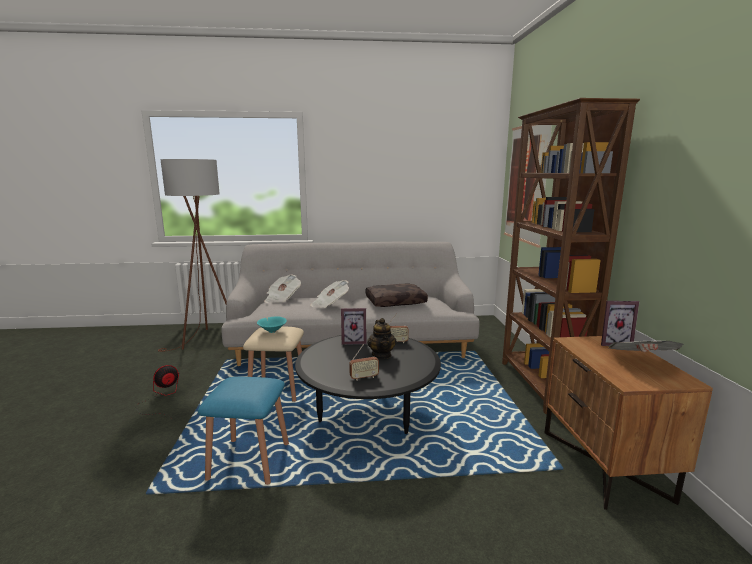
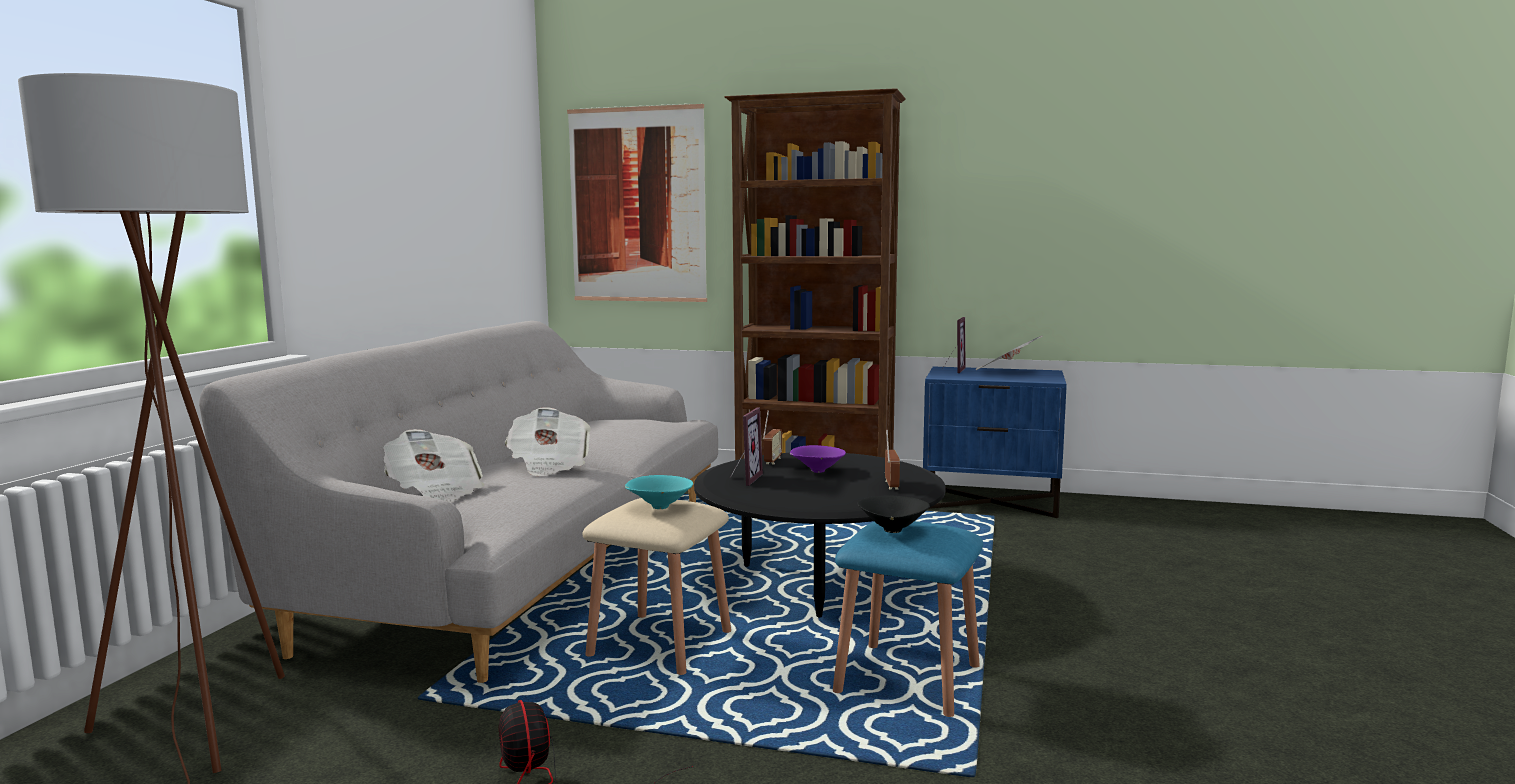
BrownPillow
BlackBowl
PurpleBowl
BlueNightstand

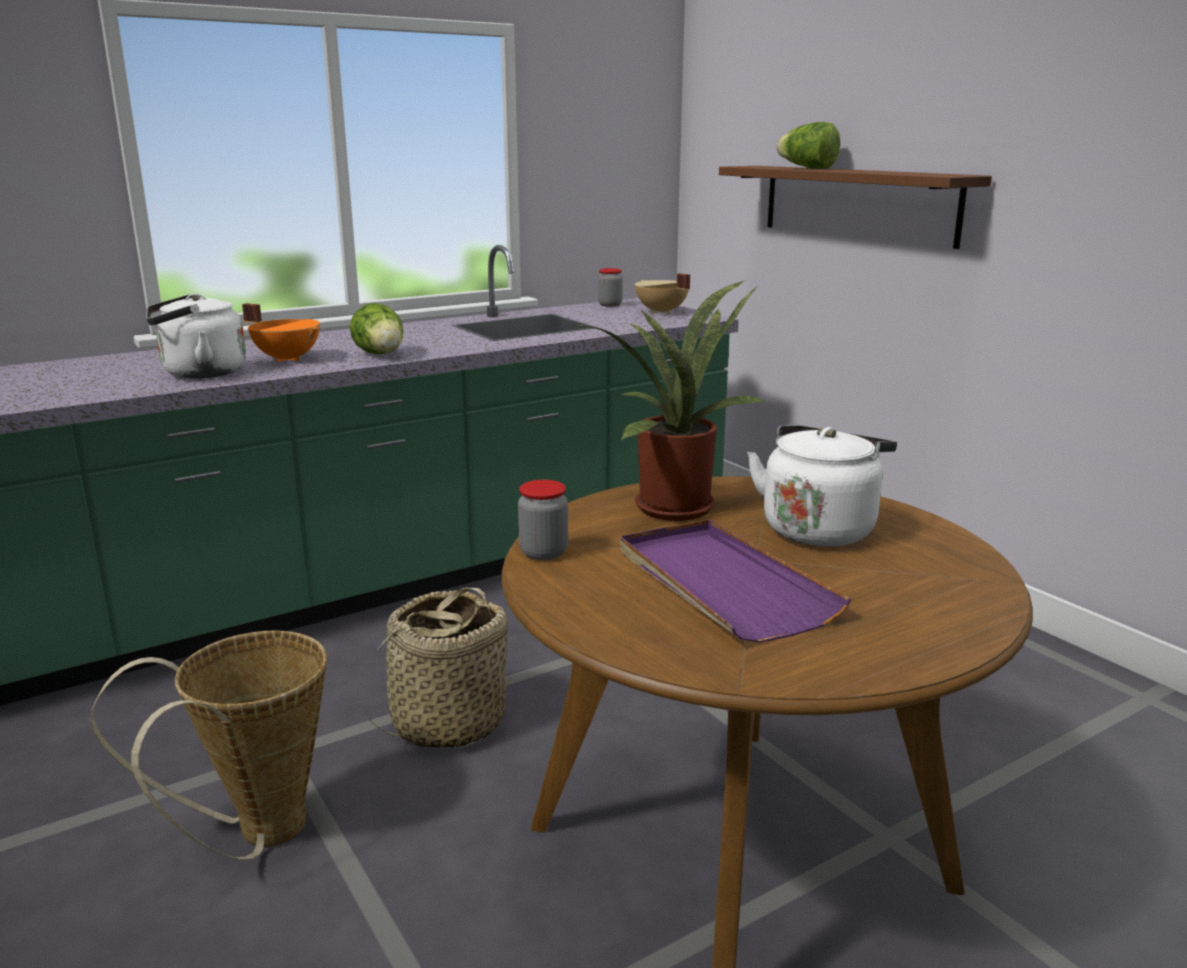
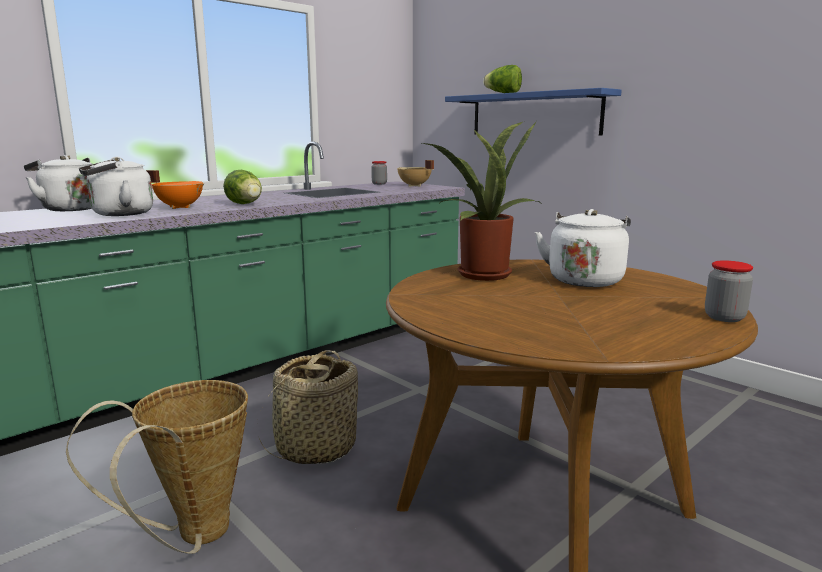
PurpleTray
WhiteKettle (no. 1 from left)
Jar (no. 2 from left)
BlueShelf

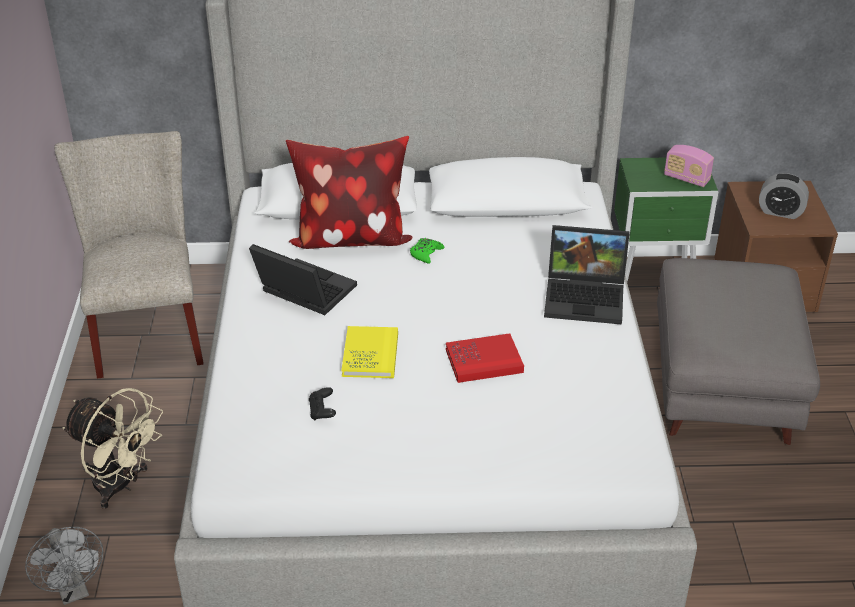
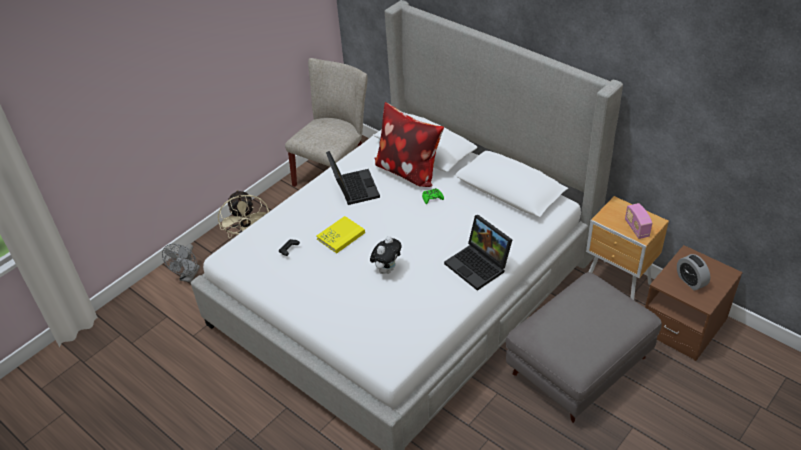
PlushToy
BrownNightstand (no. 1 from left)

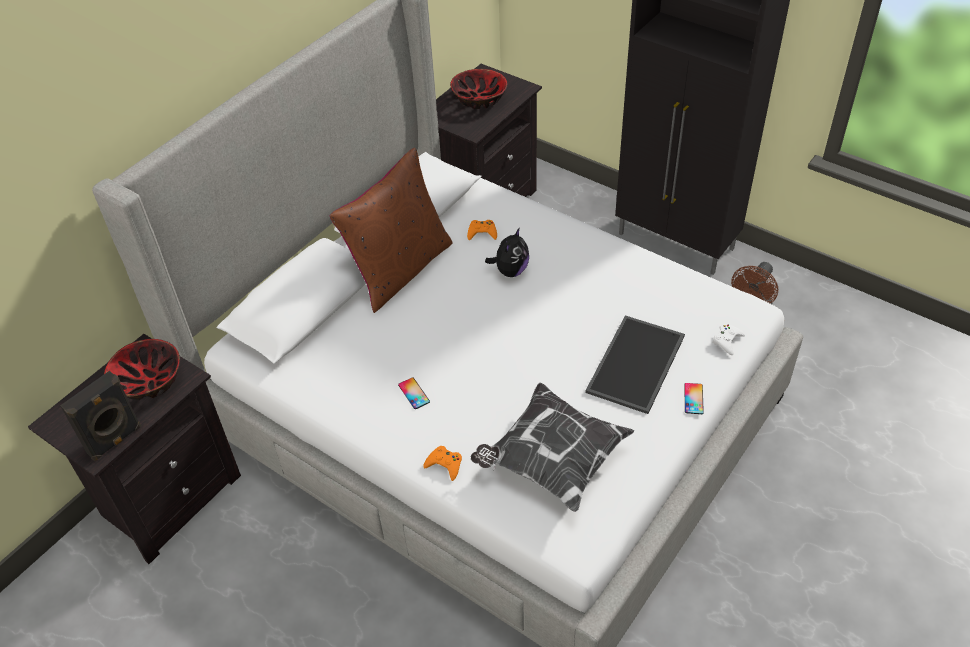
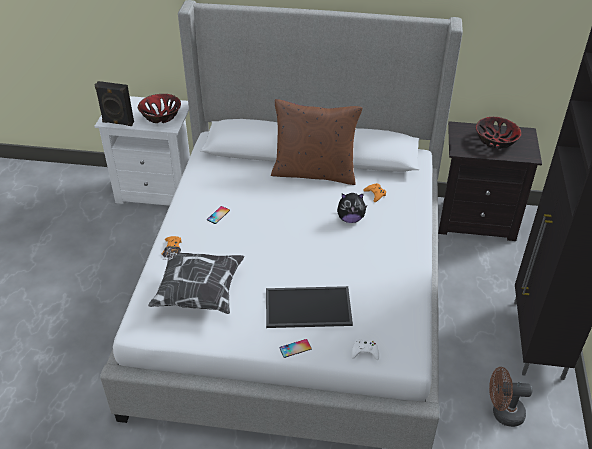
WhiteNightstand

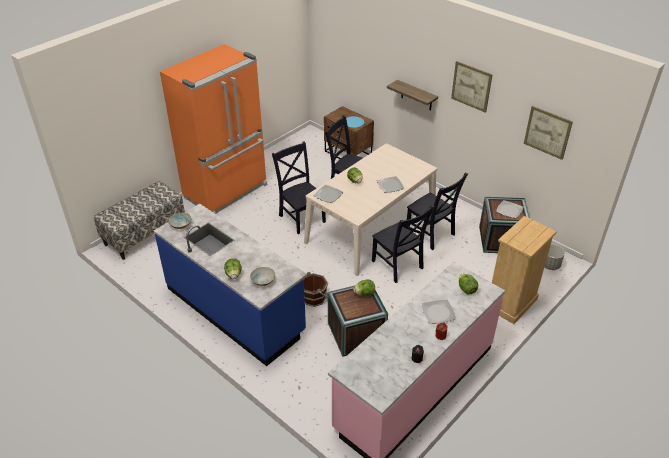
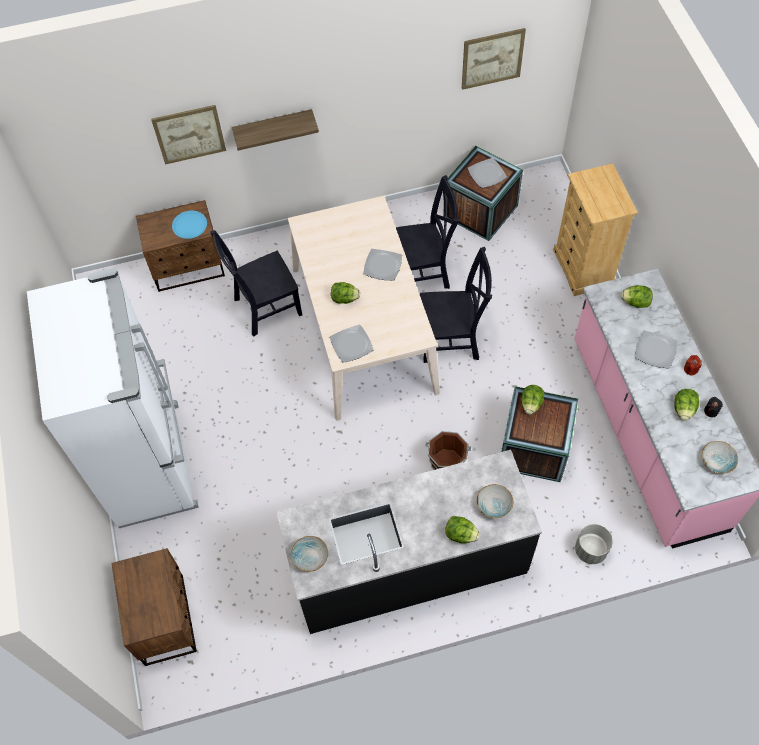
BlackChair (no. 1 from left in the first image)
Lettuce (no. 5 from left)
Bowl (no. 3 from left)
Picture (no. 1 from left)
GreyPlanter
BrownNightstand (no. 1 from left)
BlackCounter
WhiteFridge

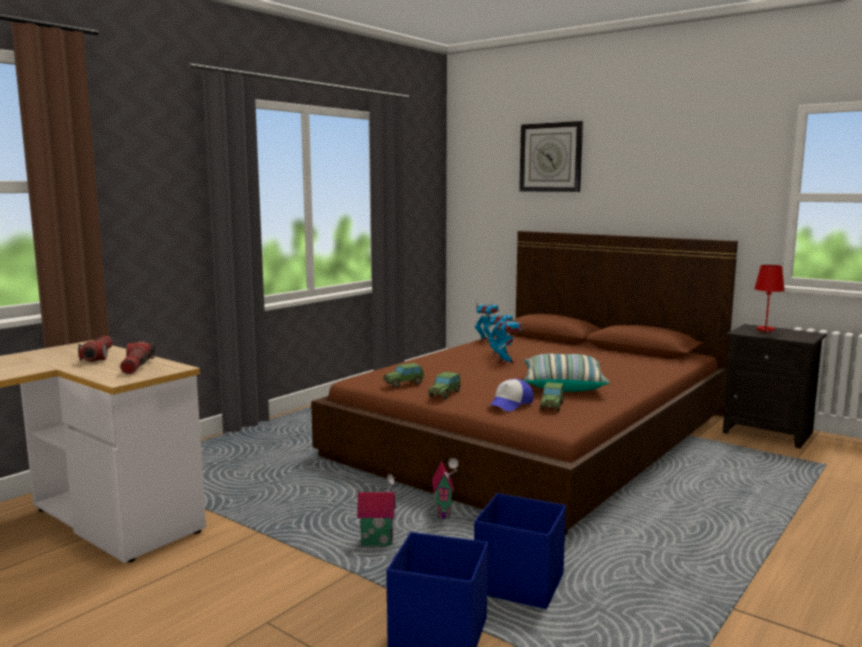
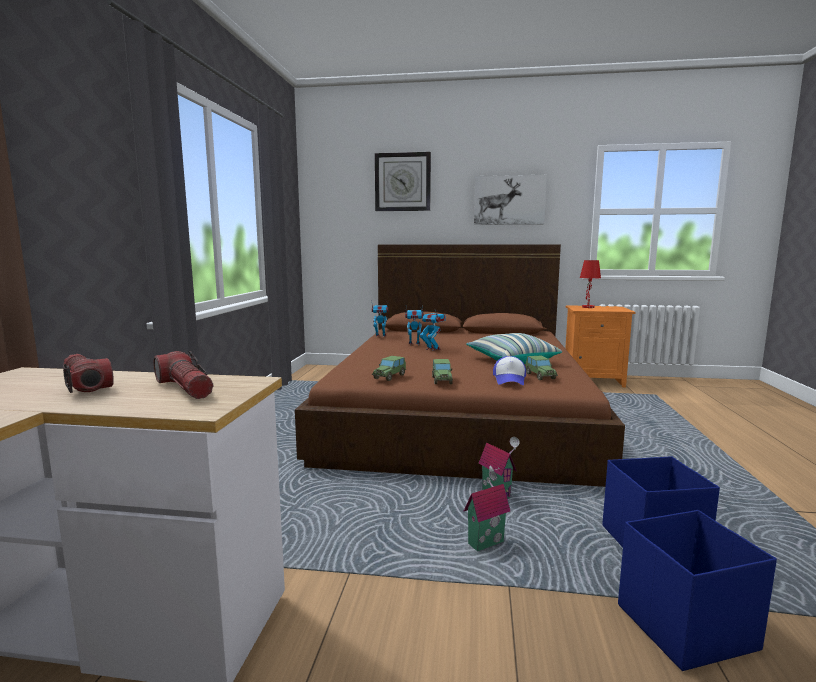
Picture
OrangeNightstand

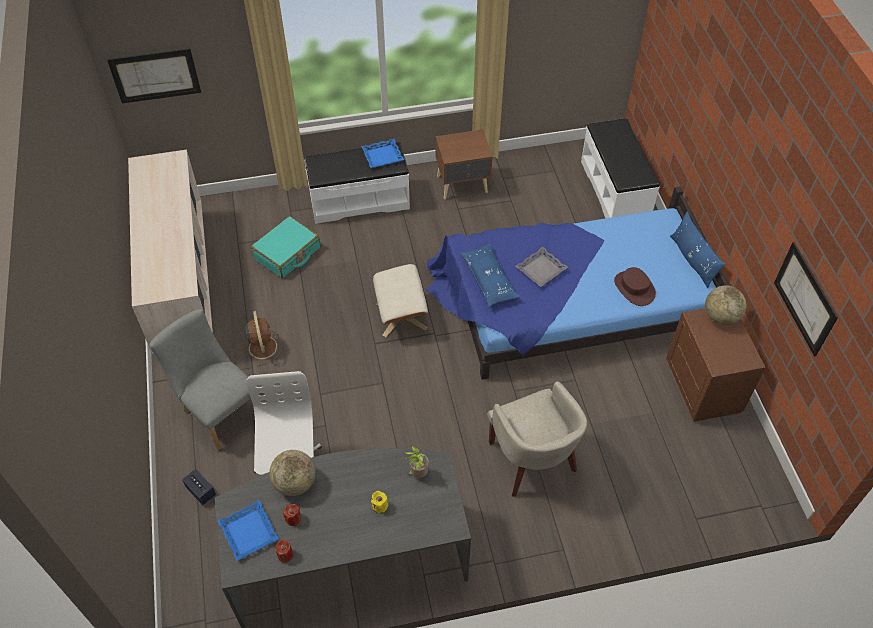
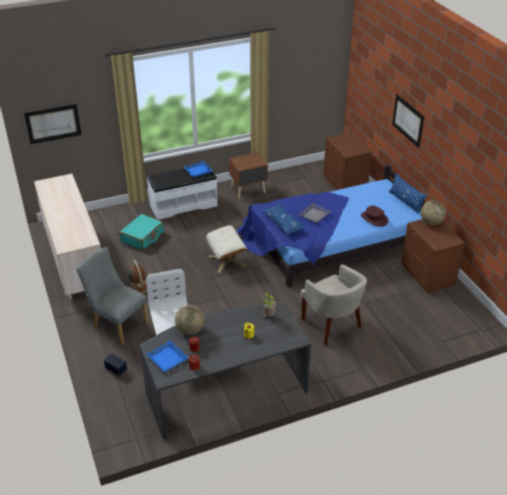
Picture (no. 2 from left)
BrownNightstand (no. 2 from left)

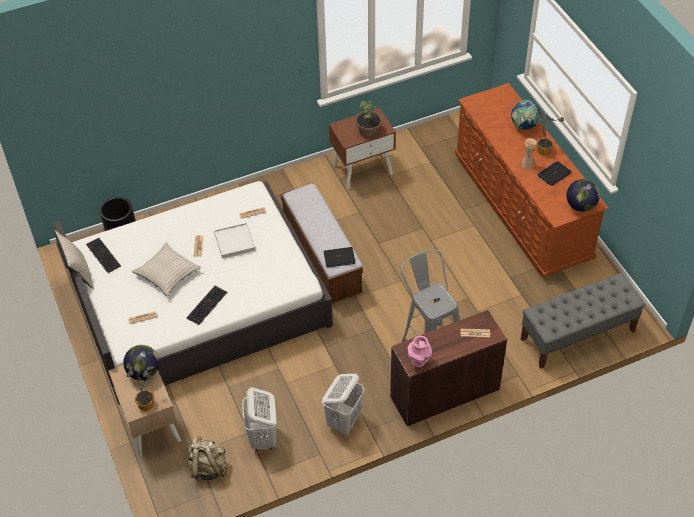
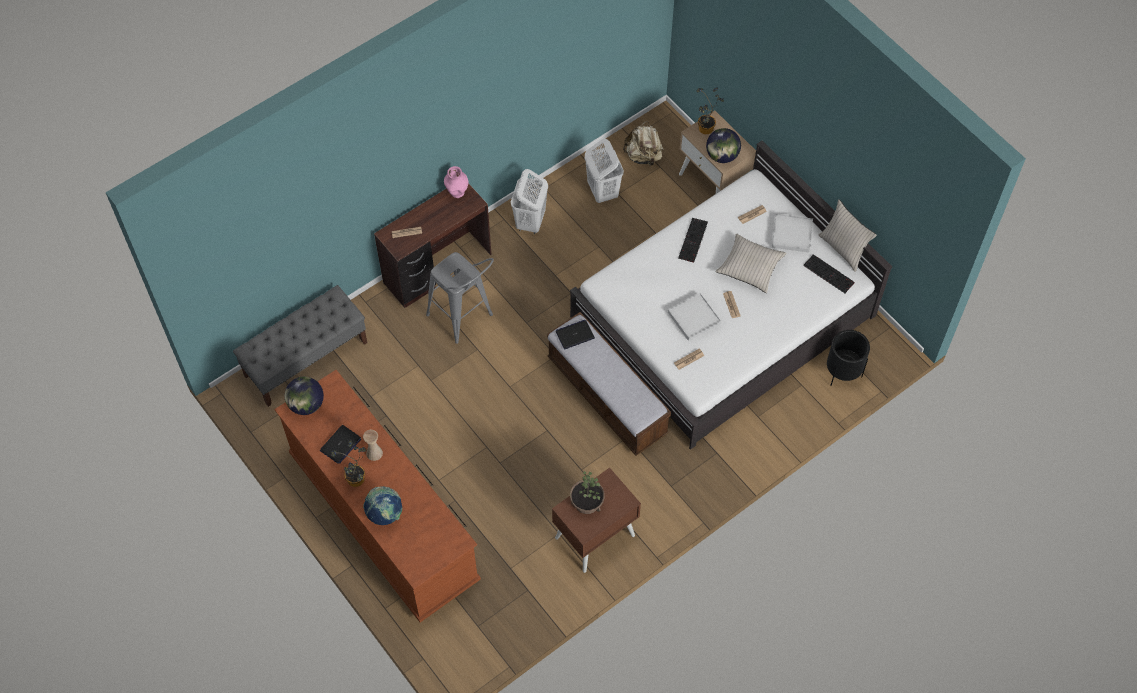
WhiteTray (no. 2 from left)

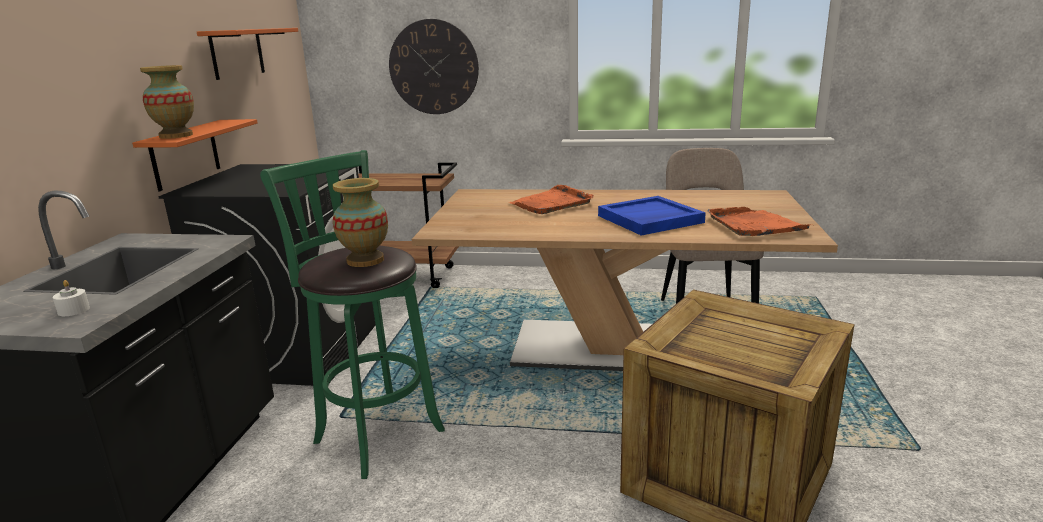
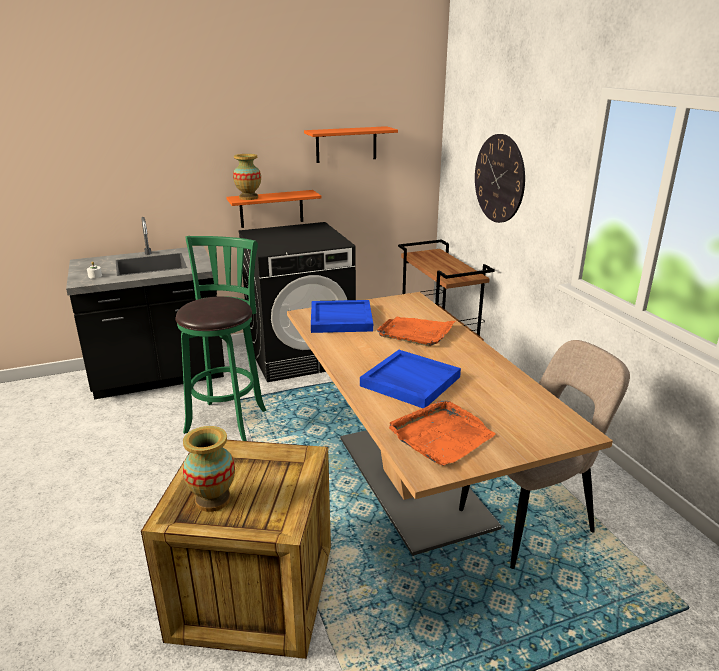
BlueTray (no. 1 from left)
Vase (no. 1 from left)

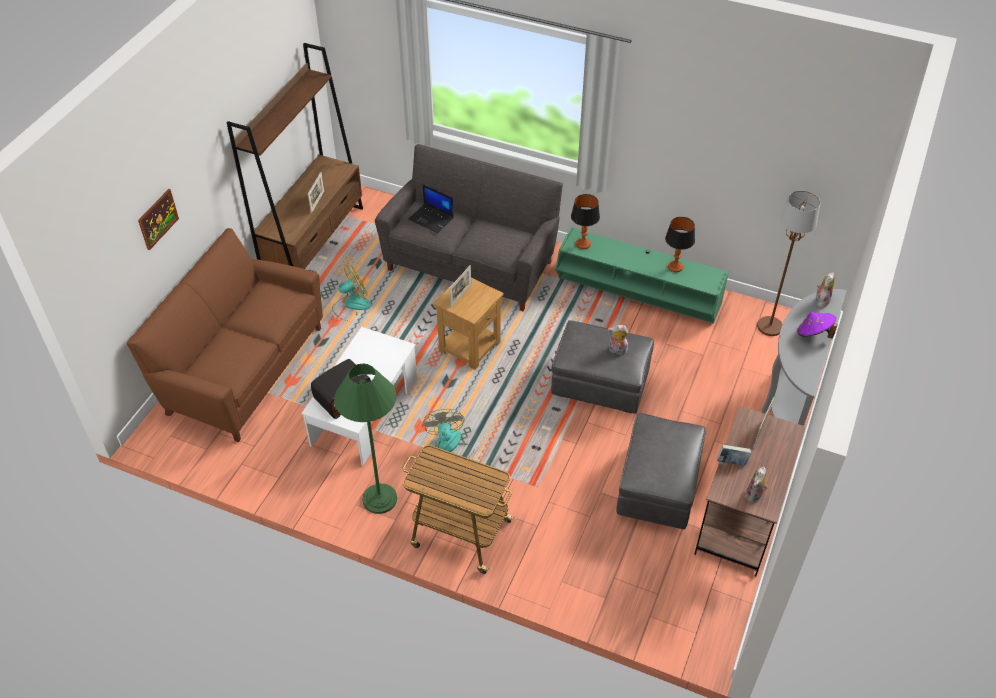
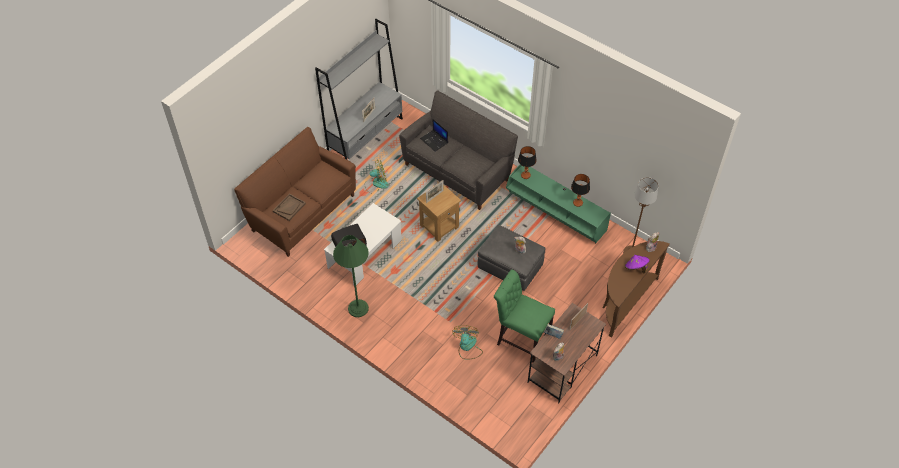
Picture
Cart
BrownTray
Fan (no. 2 from left)
GreenChair
GreyBookcase
BrownConsoleTable

